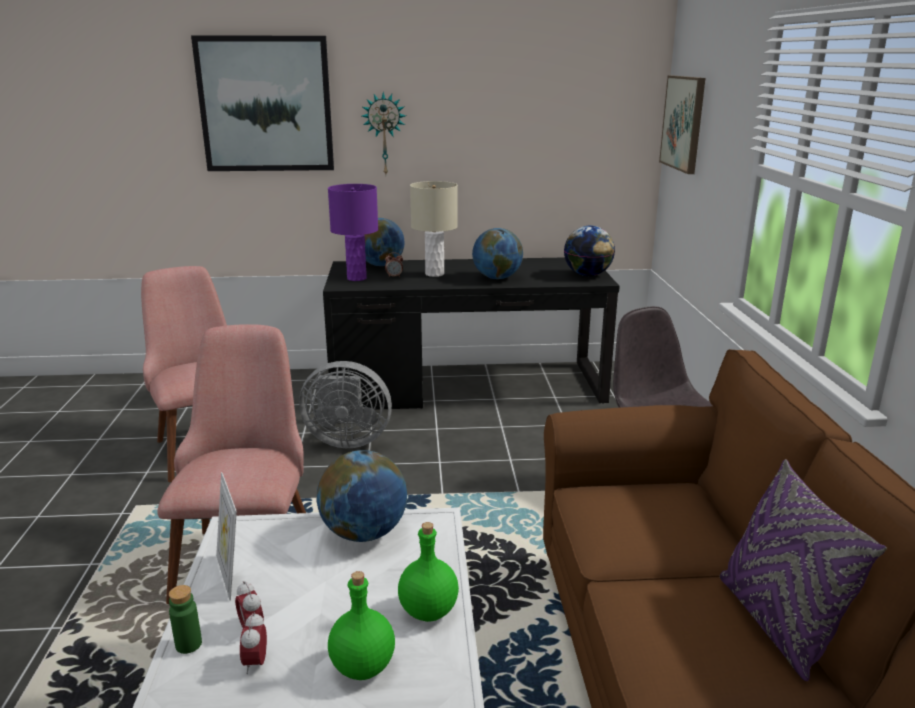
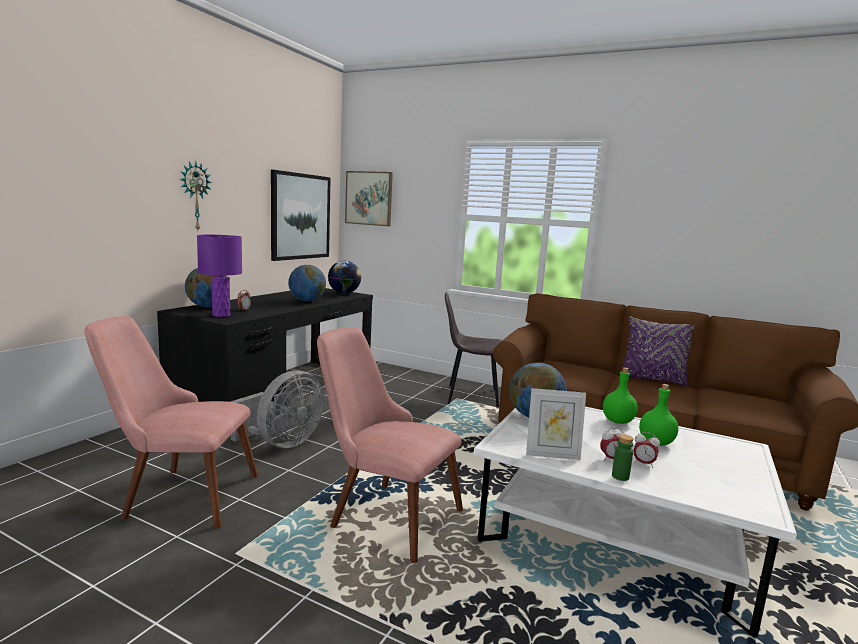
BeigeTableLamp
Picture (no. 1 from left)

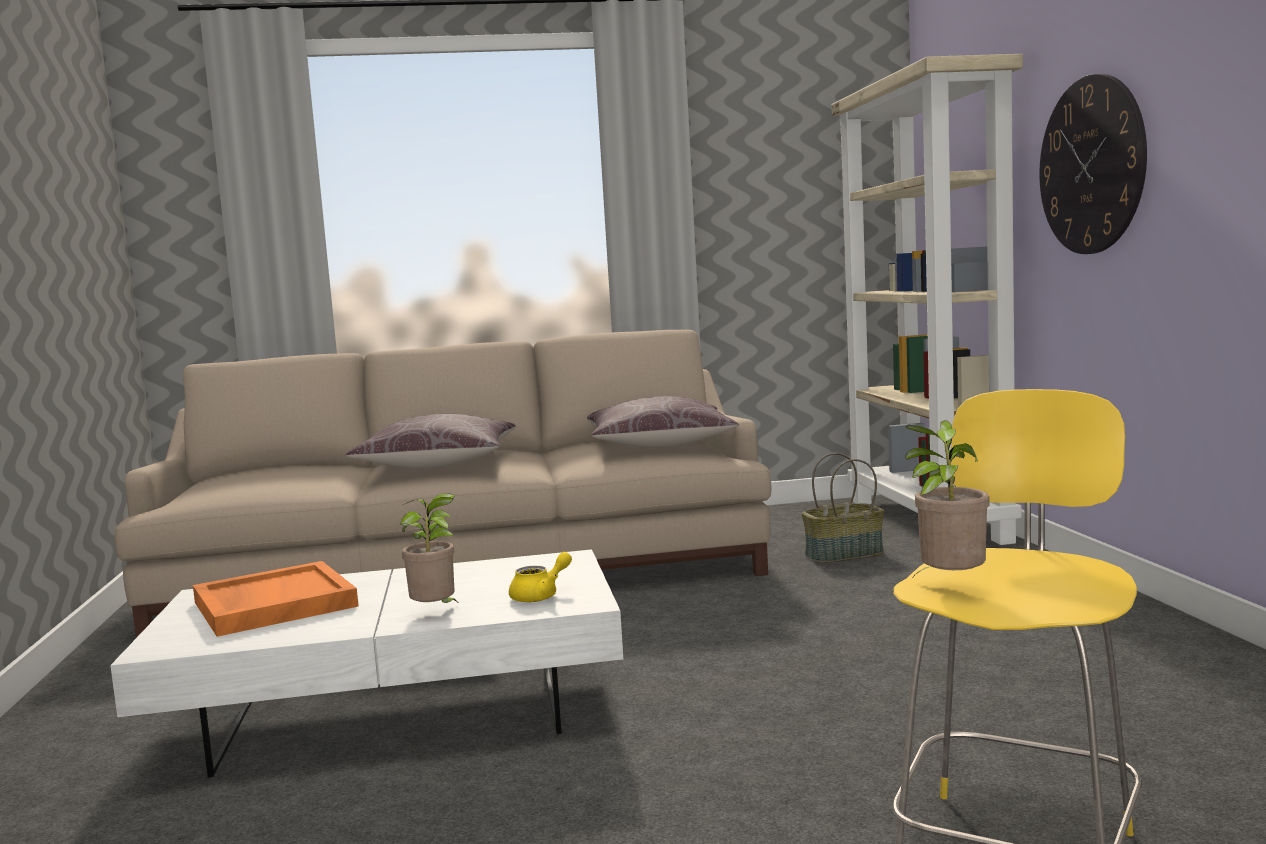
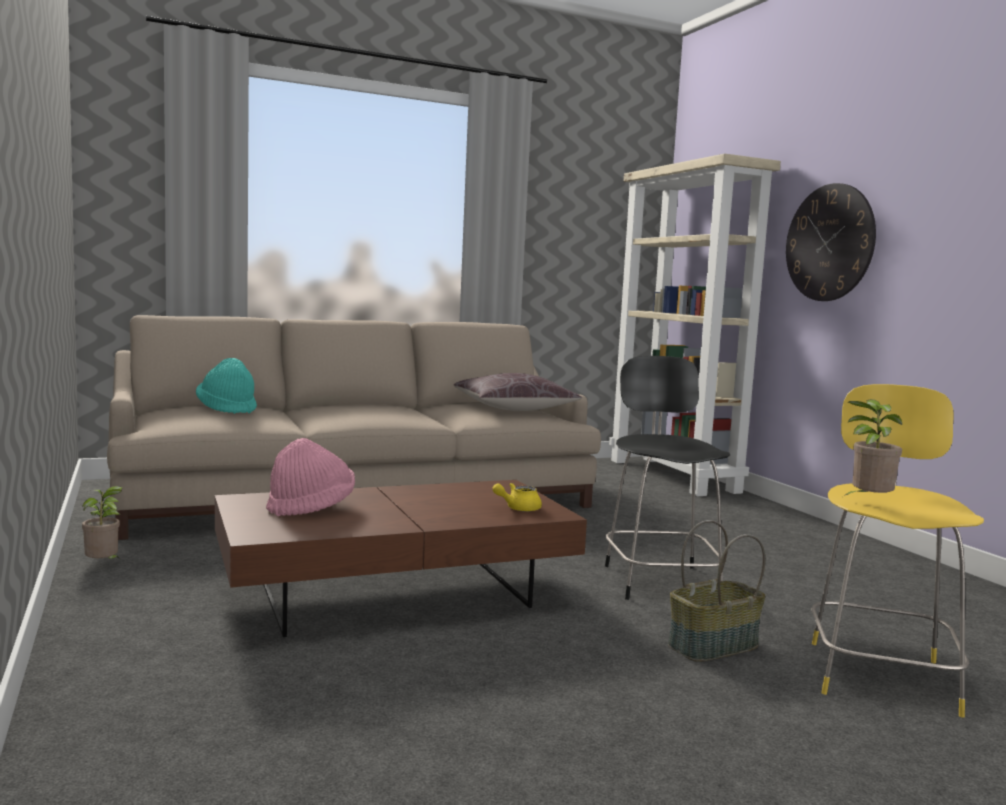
BrownPillow (no. 1 from left in the first image)
TurquoiseHat
BlackStool
PottedPlant (no. 1 from left)
Basket
PinkHat
BrownCoffeeTable
YellowTeapot

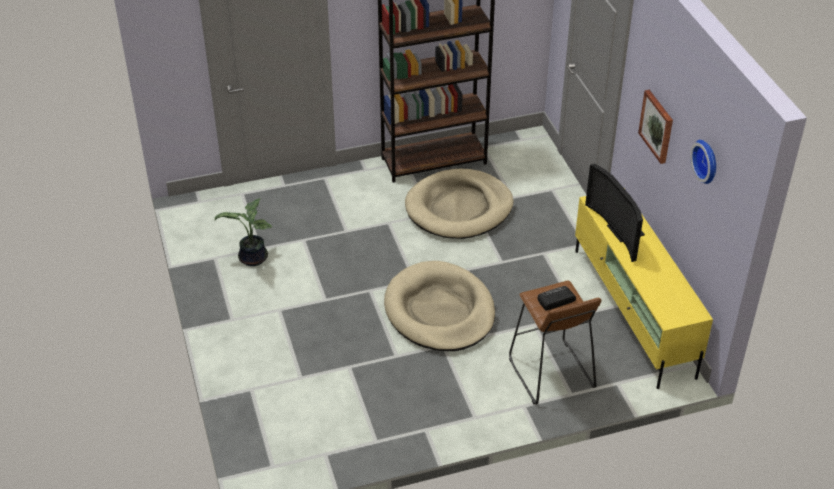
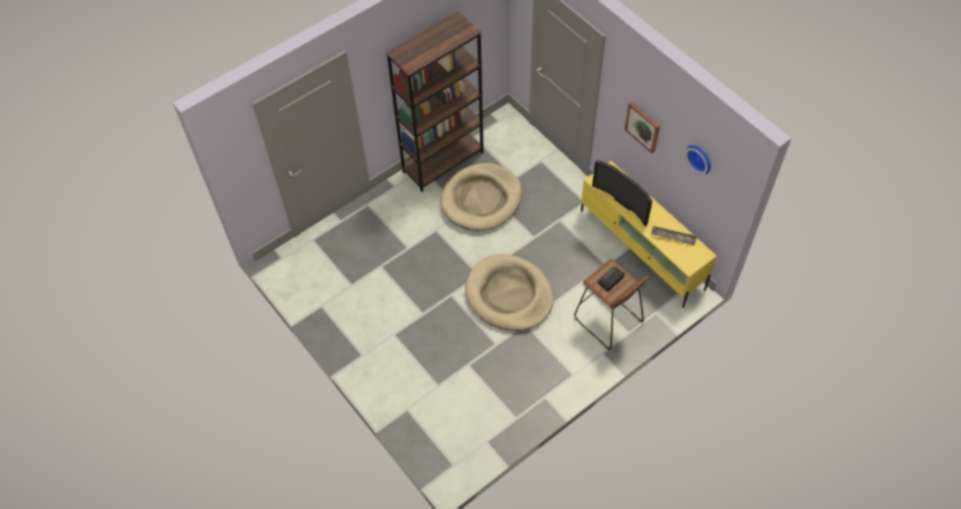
PottedPlant
Tray

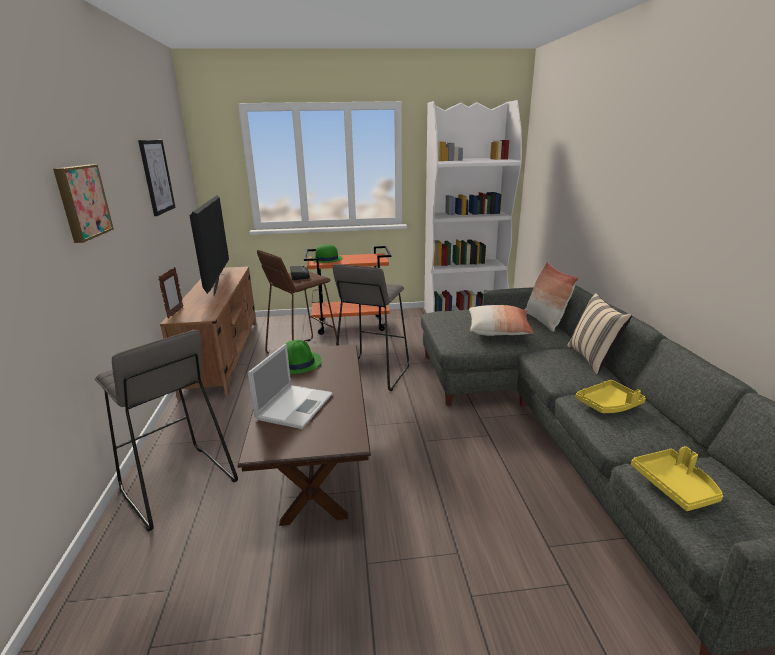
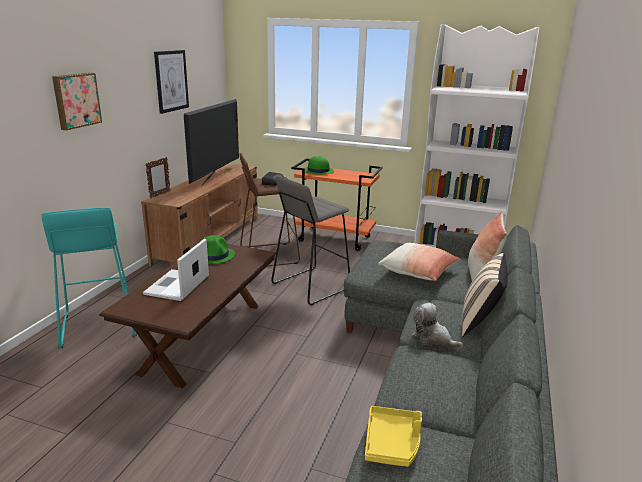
YellowTray (no. 1 from left in the first image)
PlushToy
TurquoiseStool
Laptop

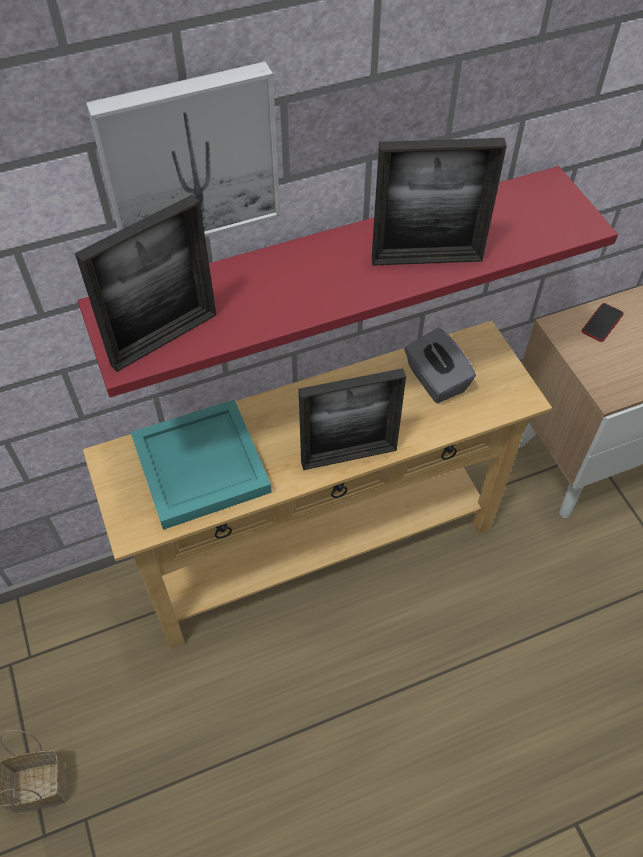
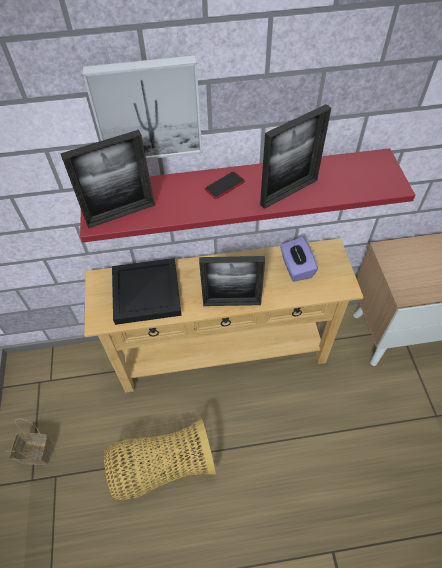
Basket (no. 2 from left)
Phone
BlackTray
PurpleTissueBox
PictureFrame (no. 3 from left)

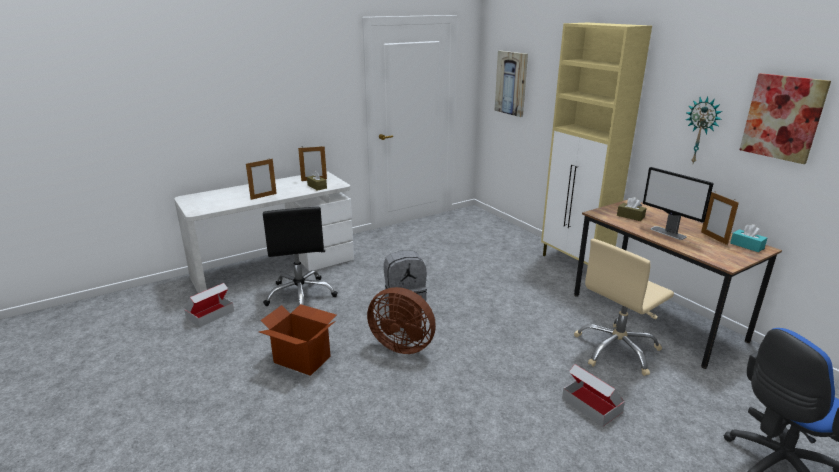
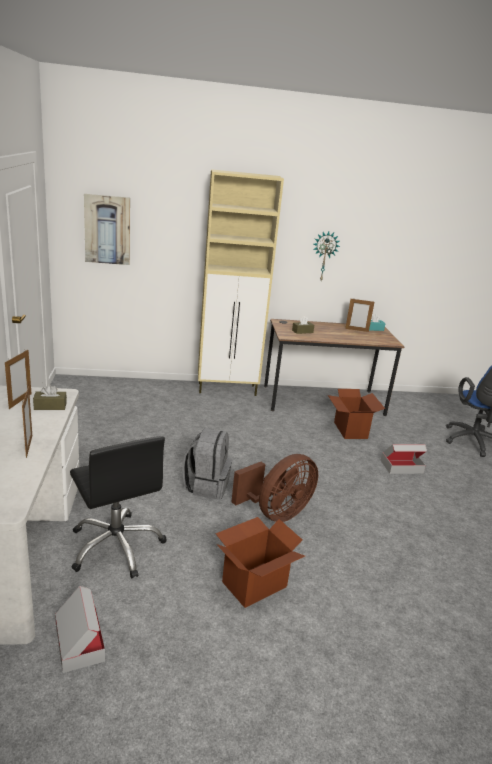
Monitor
Picture (no. 2 from left in the first image)
CardboardBox (no. 3 from left)
BlackOfficeChair

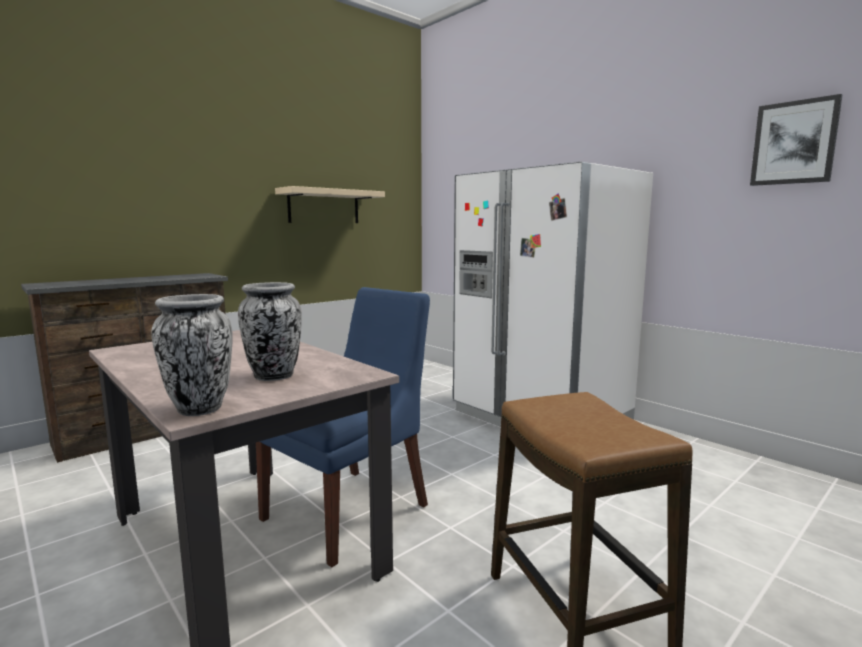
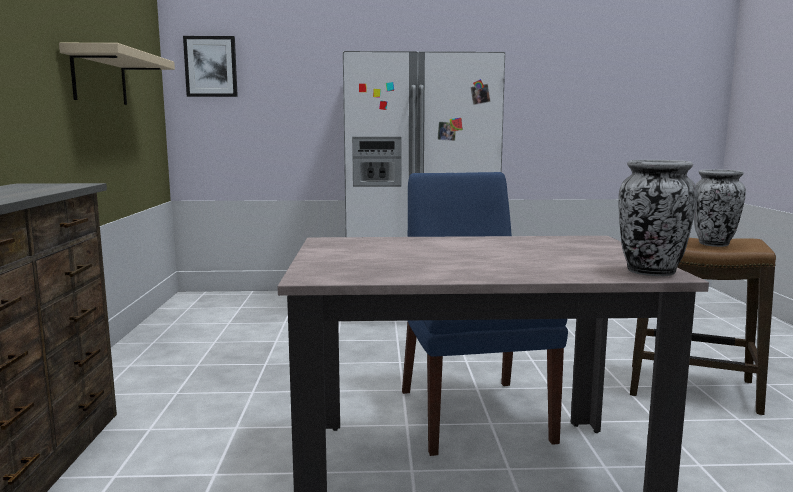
Vase (no. 2 from left)
Picture

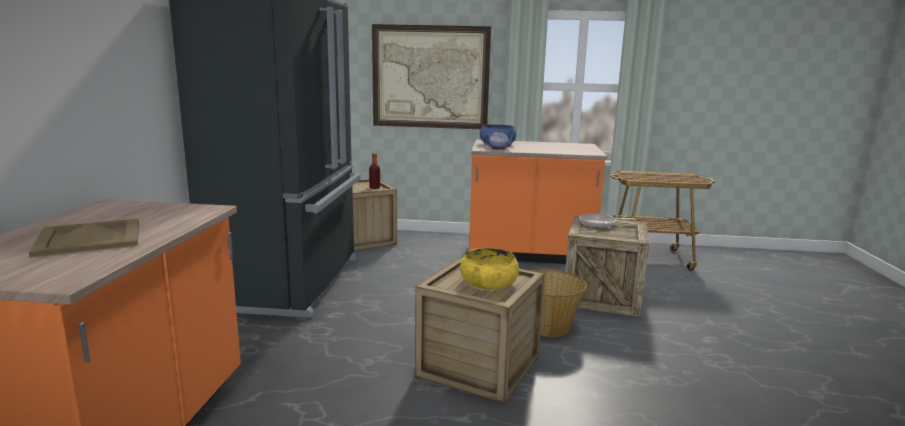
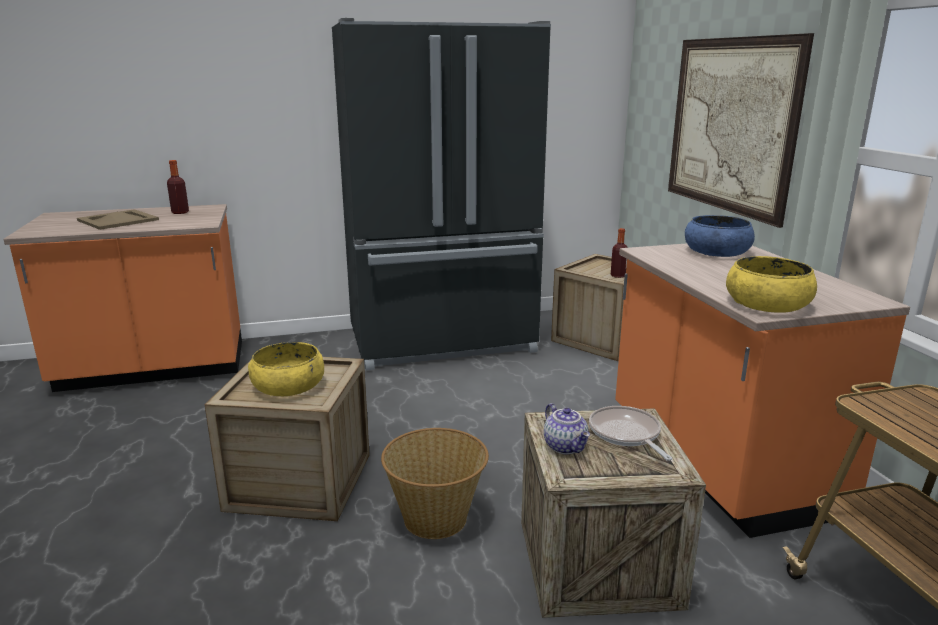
Bottle (no. 1 from left)
YellowBowl (no. 2 from left)
Teapot

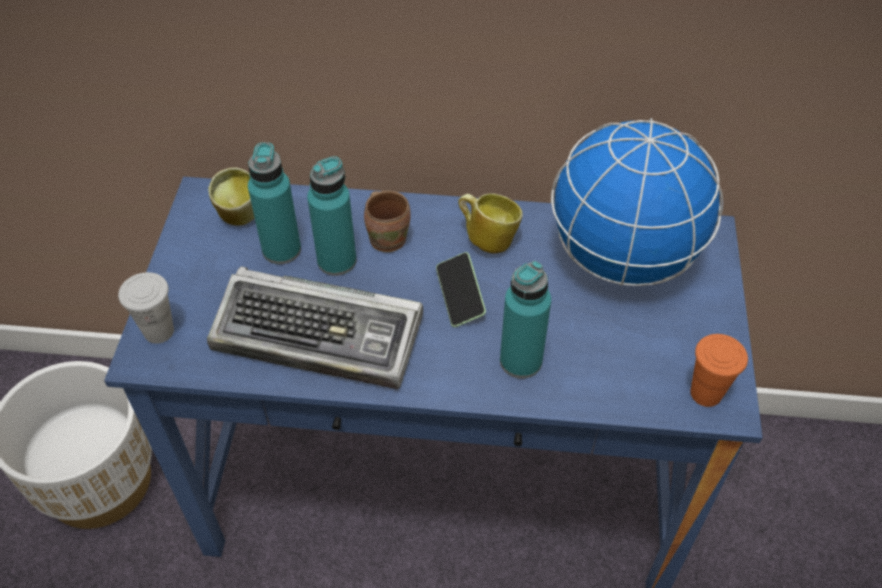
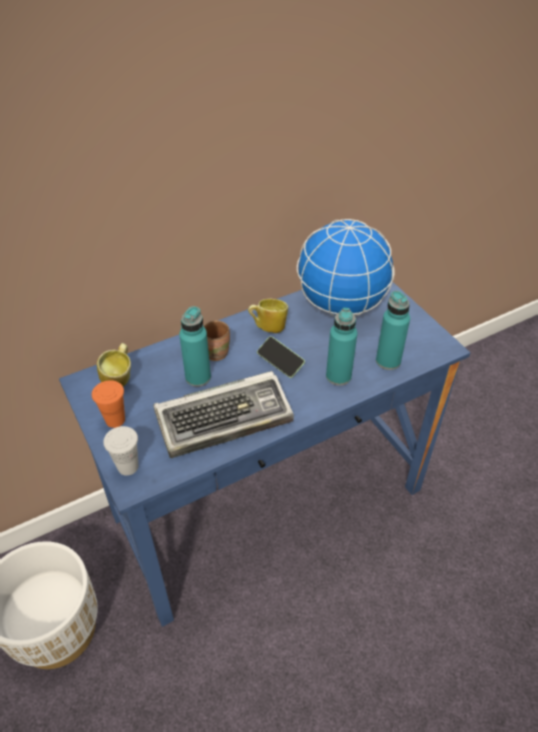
TurquoiseBottle (no. 3 from left)
OrangeCup

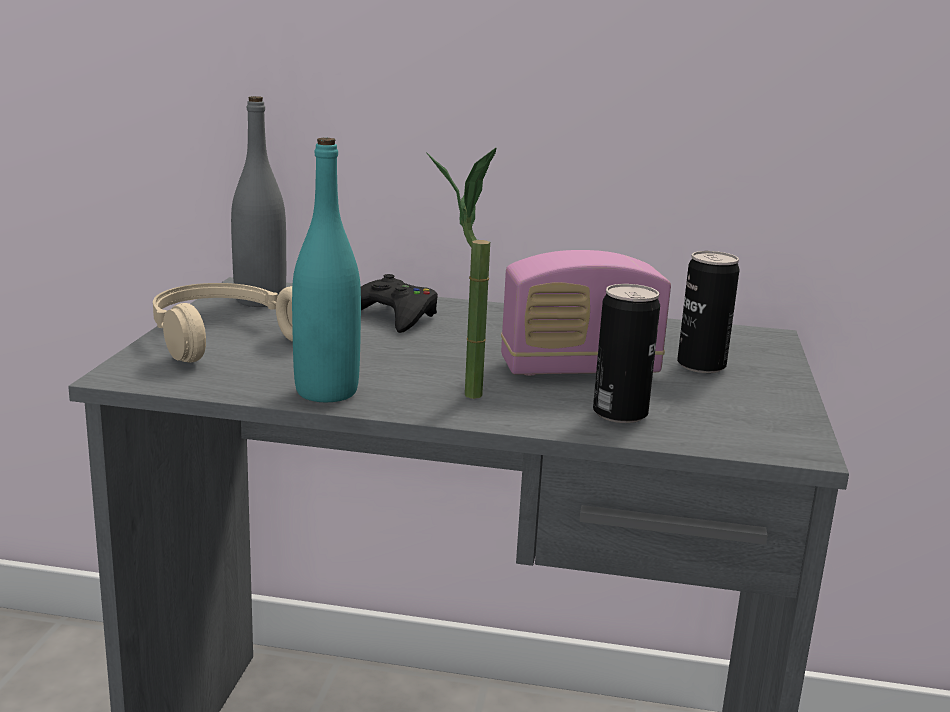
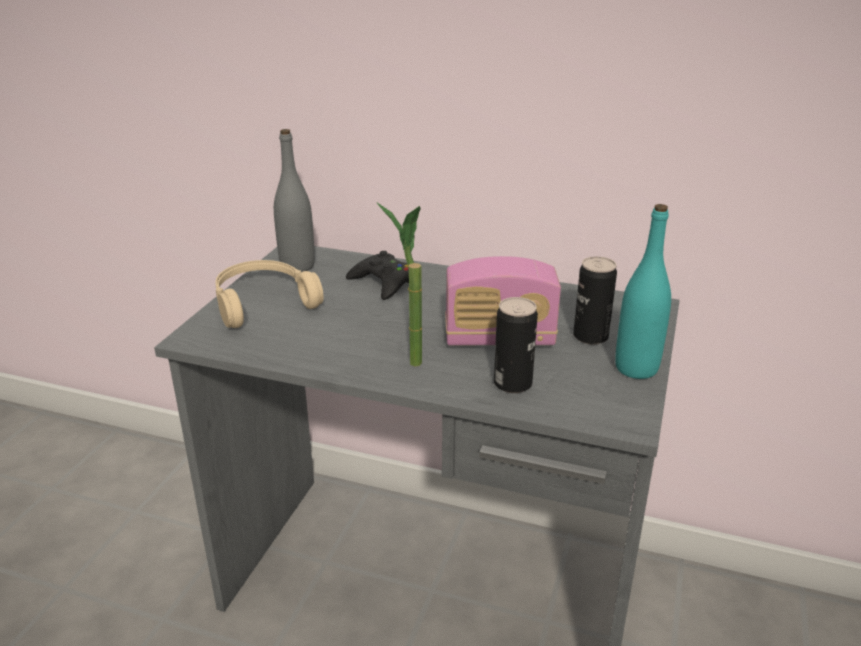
TurquoiseBottle

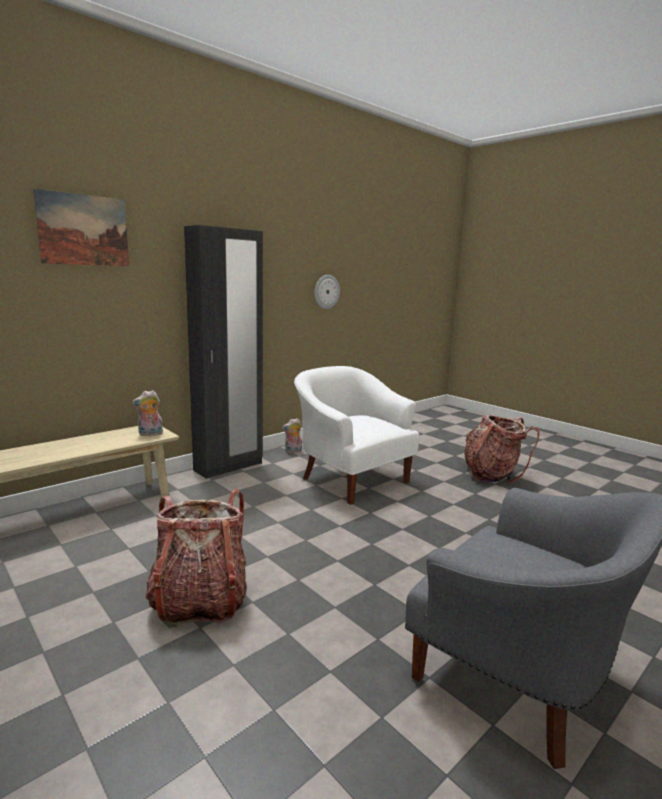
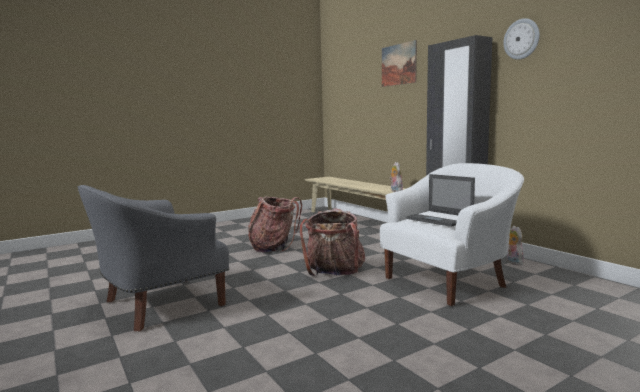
Laptop
WallClock
Backpack (no. 2 from left)

